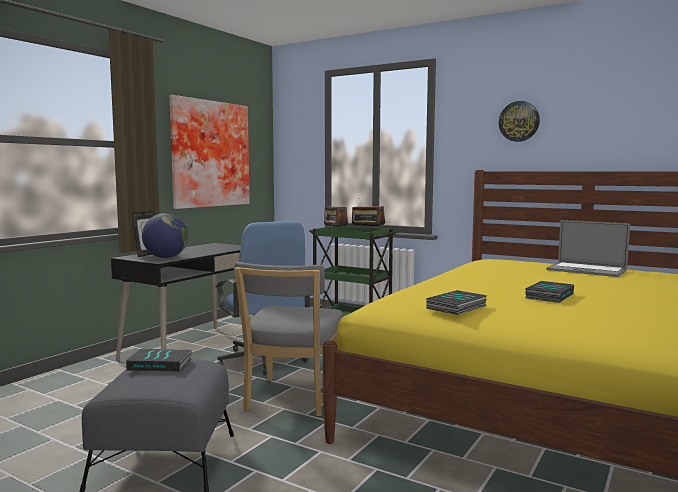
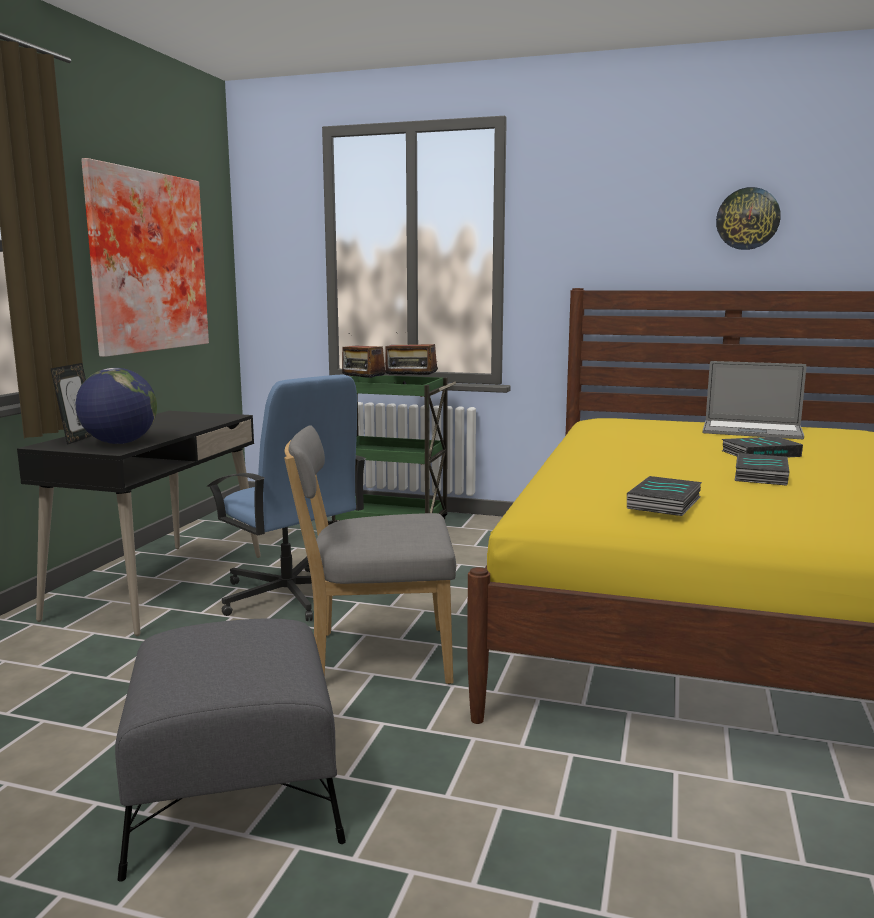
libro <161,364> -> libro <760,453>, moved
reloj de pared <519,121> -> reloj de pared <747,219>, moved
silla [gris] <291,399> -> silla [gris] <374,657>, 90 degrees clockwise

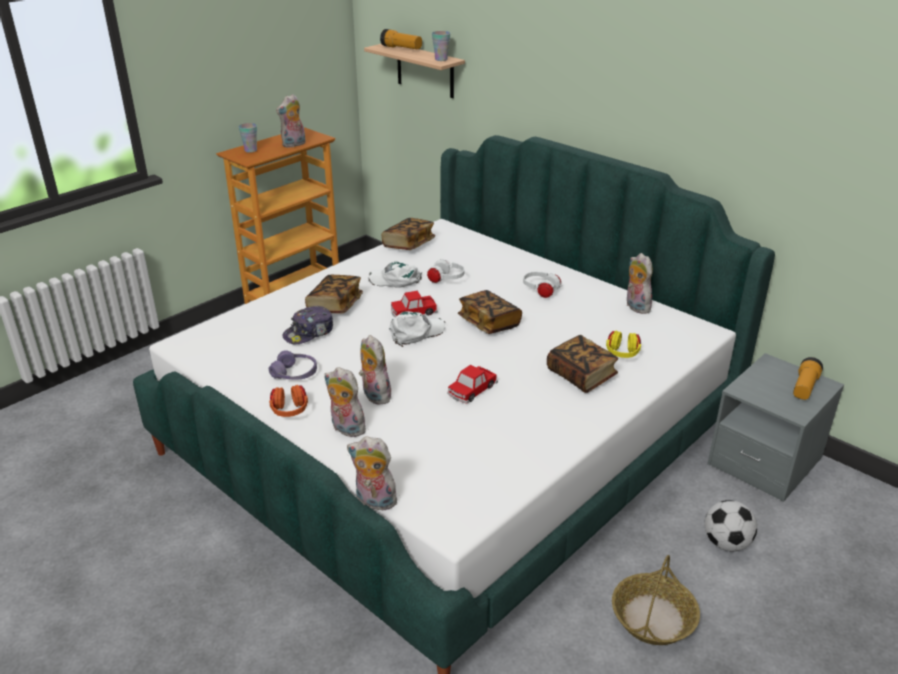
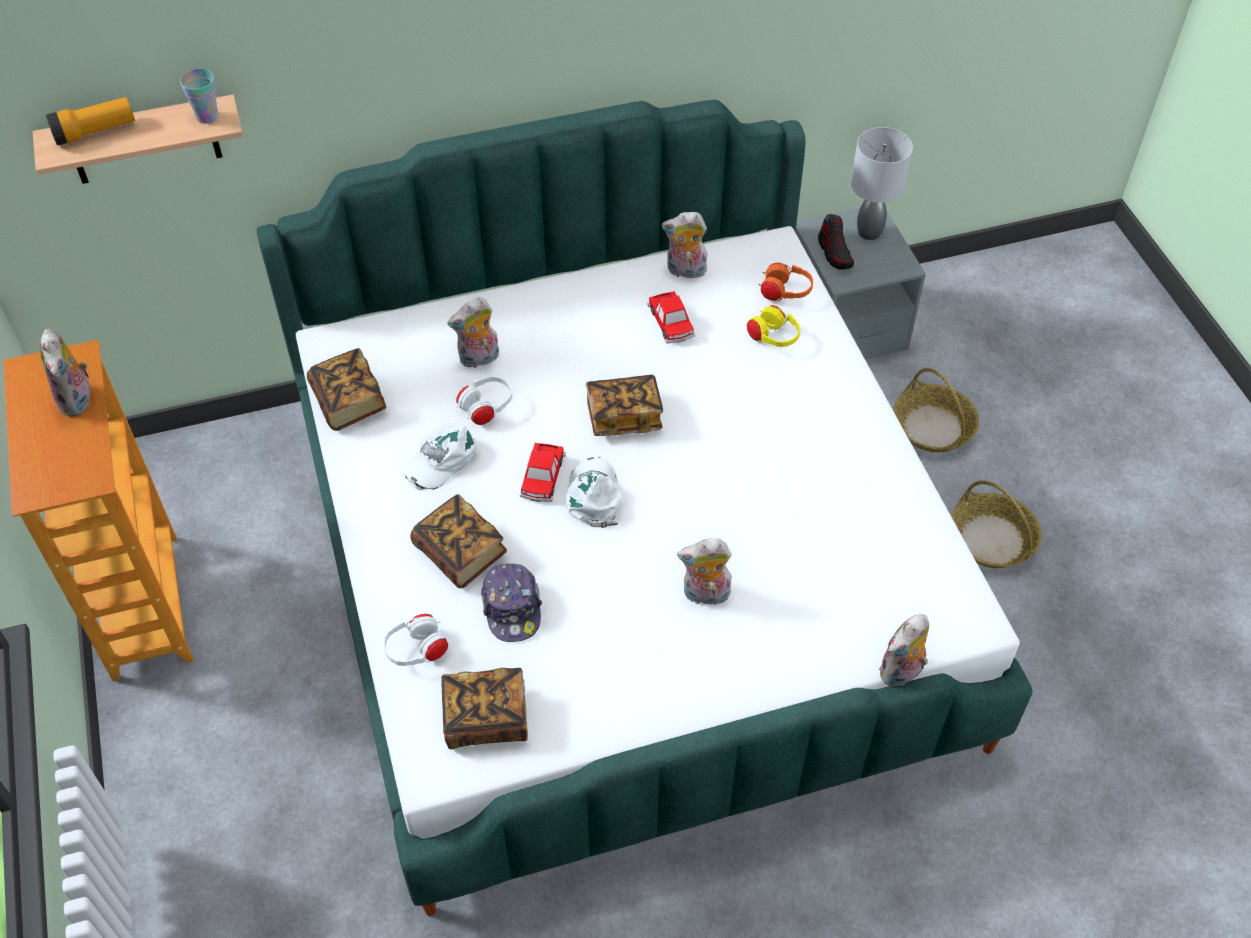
taza <250,150> -> none
auriculares [morado] <295,373> -> none
none -> zapato <835,253>
auriculares [naranja] <290,412> -> auriculares [naranja] <785,293>, moved
peluche <345,429> -> peluche <479,359>, moved
coche de juguete <472,390> -> coche de juguete <671,323>, moved
auriculares [blanco] <541,292> -> auriculares [blanco] <417,650>, moved
libro <581,375> -> libro <486,719>, moved
balón de fútbol <726,543> -> cesta <933,427>
linterna <804,387> -> lámpara de mesa [gris] <869,233>

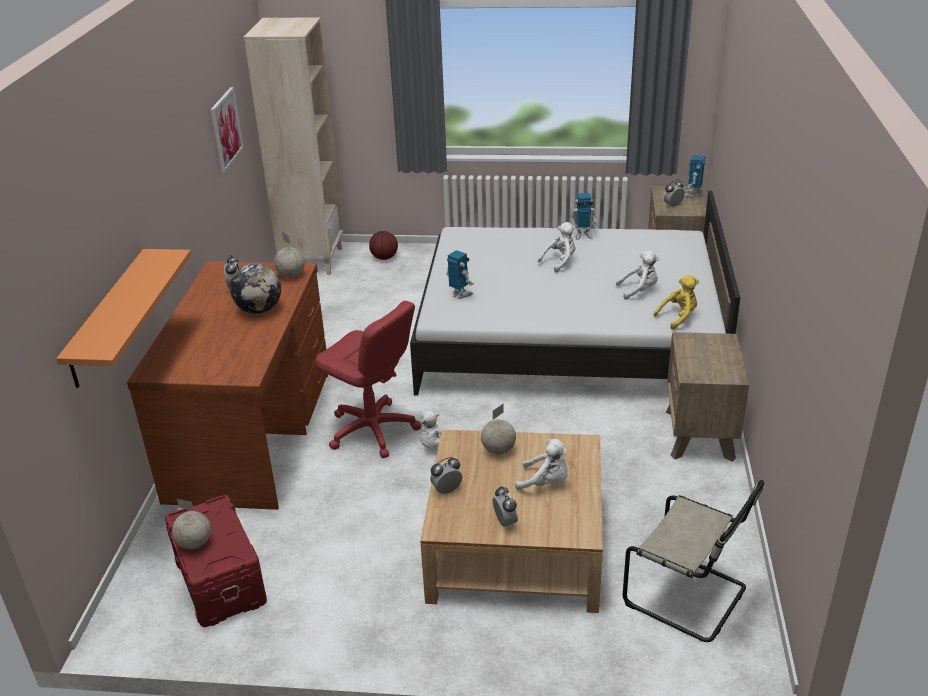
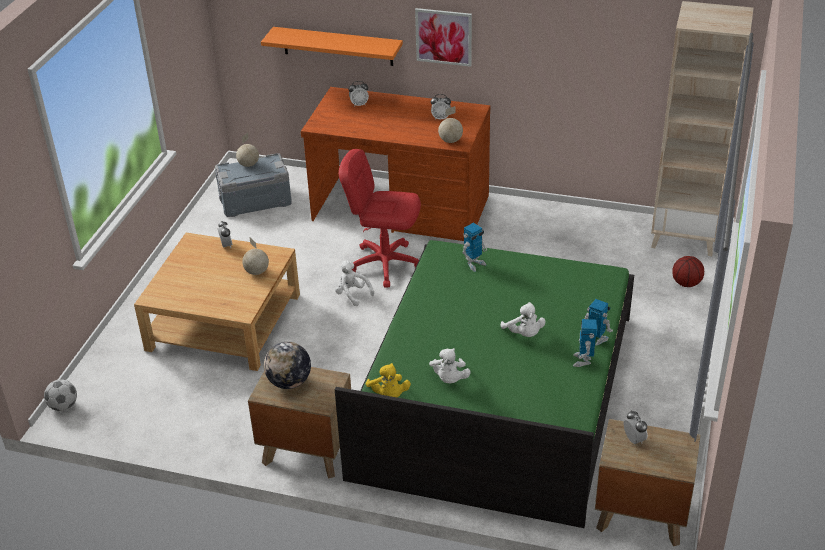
peluche [blanco] <545,482> -> none
silla [beis] <689,597> -> none
none -> balón de fútbol <63,406>
cuadro <226,129> -> cuadro <443,37>, moved
globo terráqueo <259,310> -> globo terráqueo <289,382>, moved
despertador <505,522> -> despertador <359,104>, moved
robot de juguete <692,195> -> robot de juguete <596,340>, moved
caja de almacenaje [rojo] <219,581> -> caja de almacenaje [gris] <255,200>
cama [blanco] <569,336> -> cama [verde] <496,394>
silla de oficina [rojo] <372,430> -> silla de oficina [rojo] <385,264>, 60 degrees clockwise

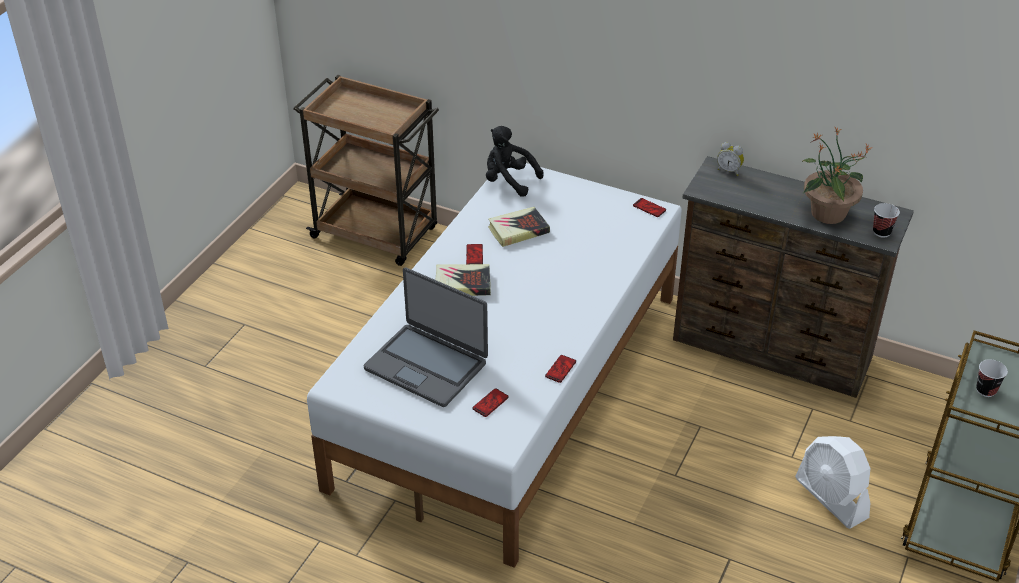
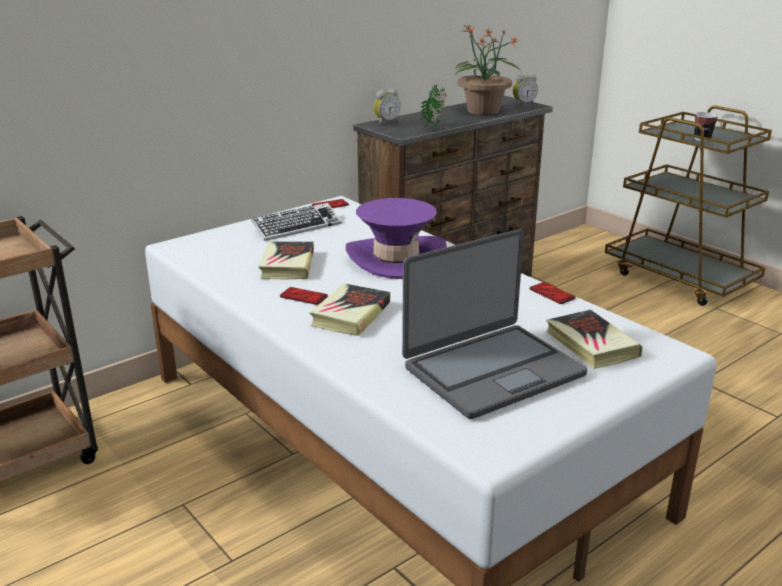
peluche [negro] <509,181> -> none
ventilador [blanco] <831,498> -> none
none -> teclado <296,227>
none -> sombrero [morado] <396,258>
none -> planta en maceta <435,127>
móvil <490,403> -> libro <591,344>
taza <881,232> -> despertador <523,104>

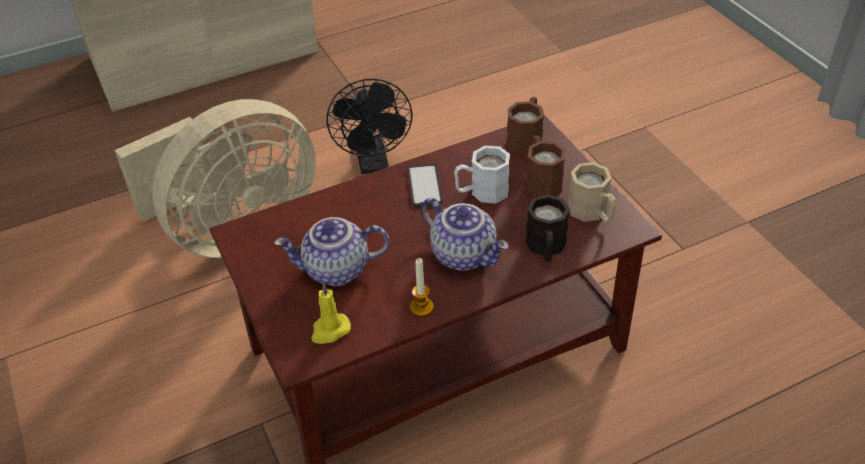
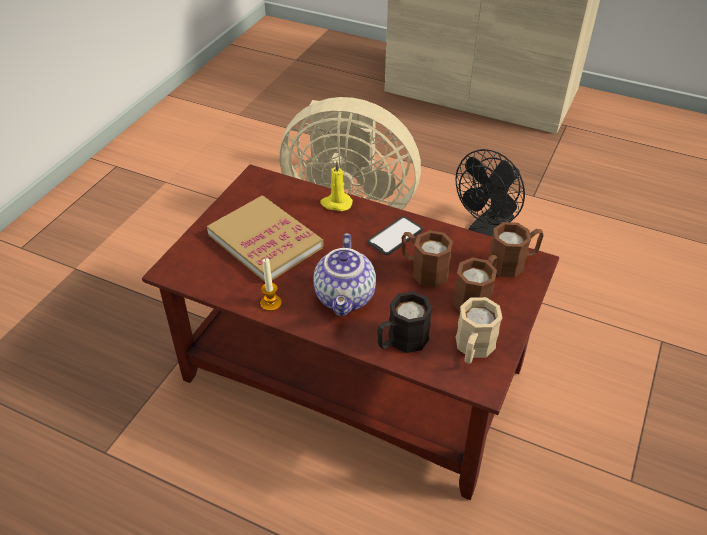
vela [amarillo] <330,330> -> vela [amarillo] <336,203>, moved
tetera <336,271> -> libro <265,241>
taza grande [blanco] <481,192> -> taza grande [marrón] <423,270>

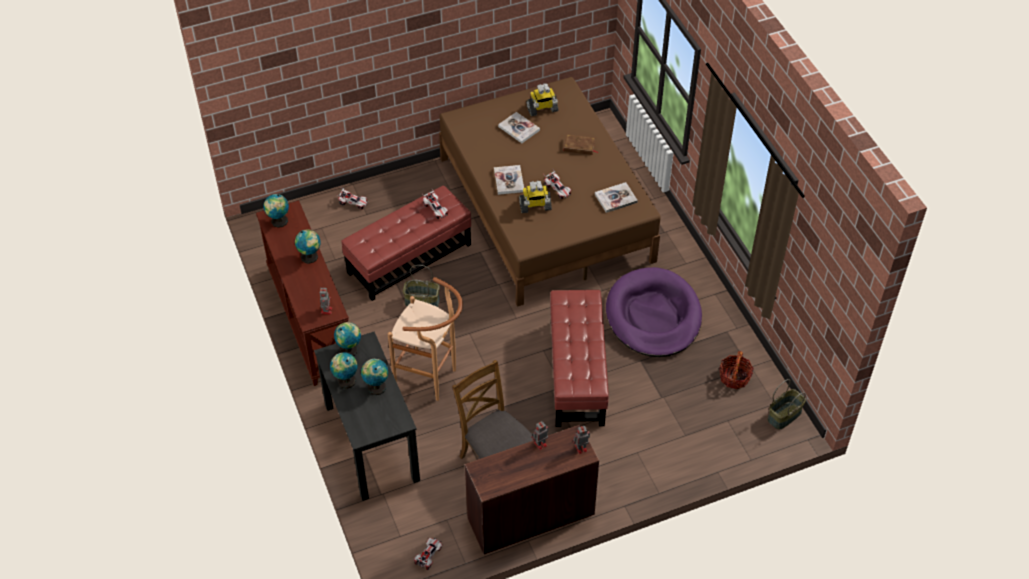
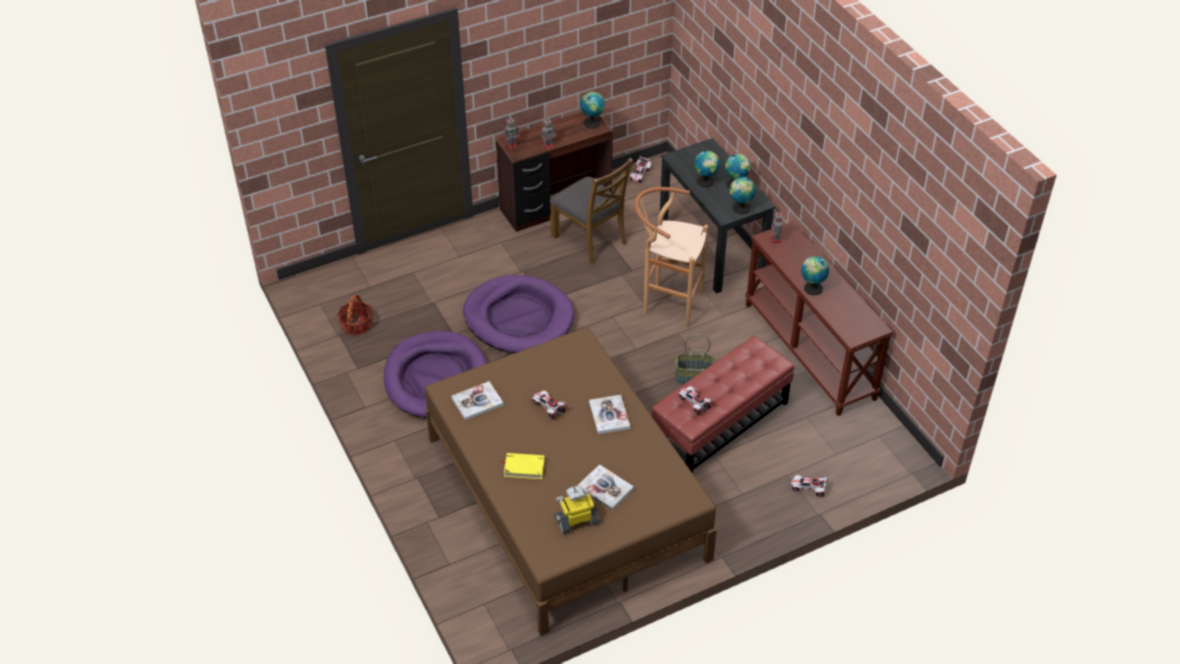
robot de juguete <535,206> -> none
cesta <784,415> -> none
globo terráqueo <279,222> -> globo terráqueo <592,122>, moved
puf [rojo] <577,373> -> cama para perro [morado] <519,318>
libro [marrón] <579,146> -> libro [amarillo] <524,467>

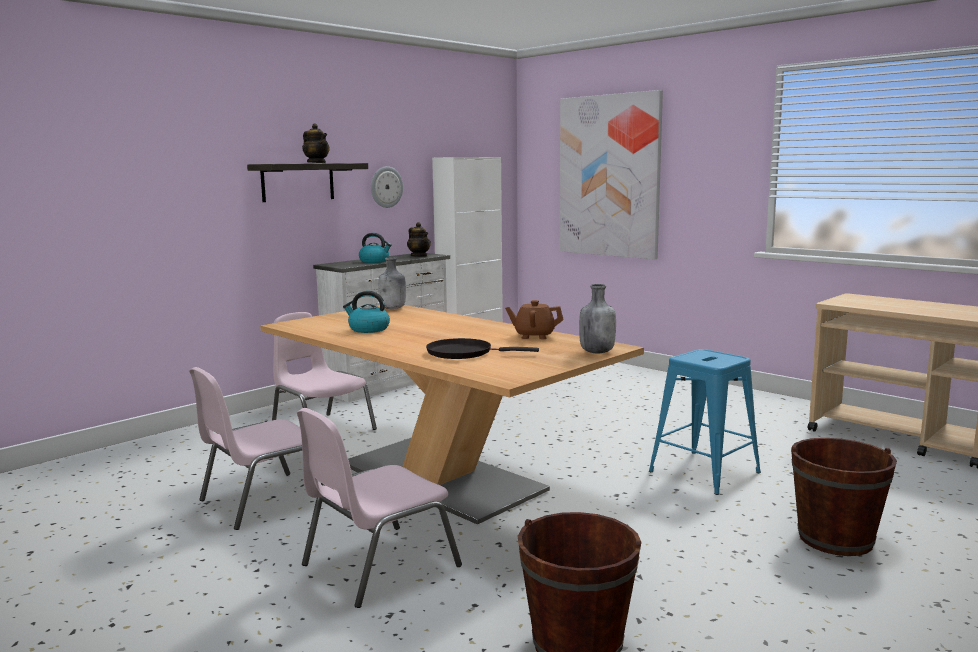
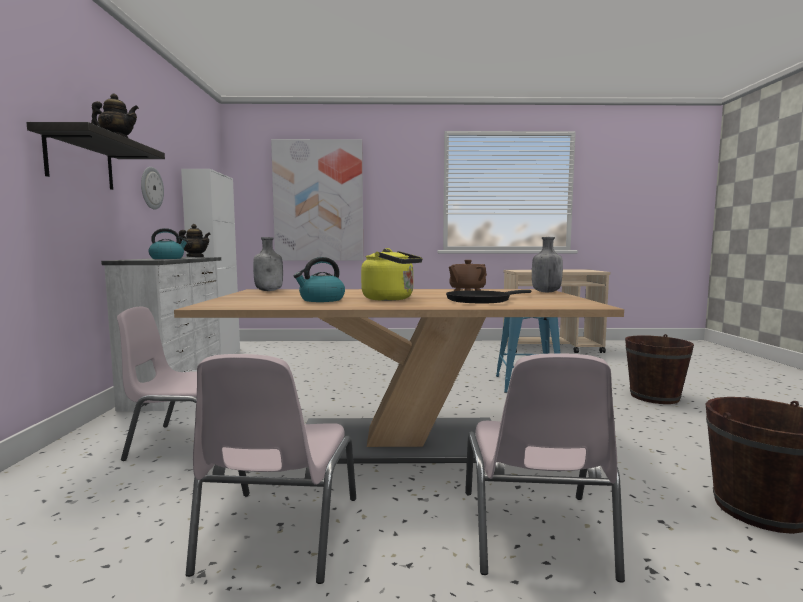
none -> hervidor [amarillo] <391,299>

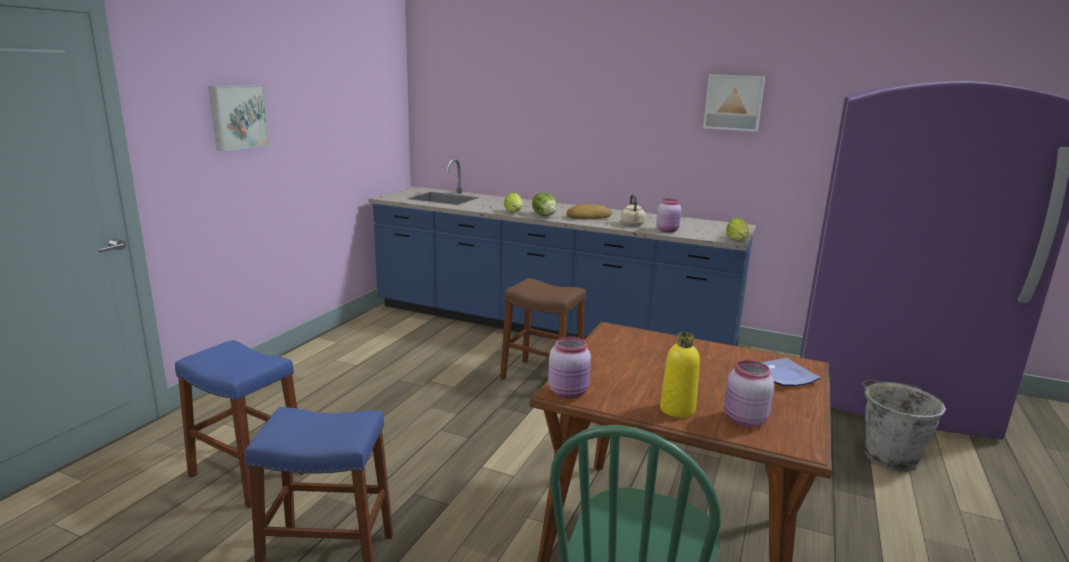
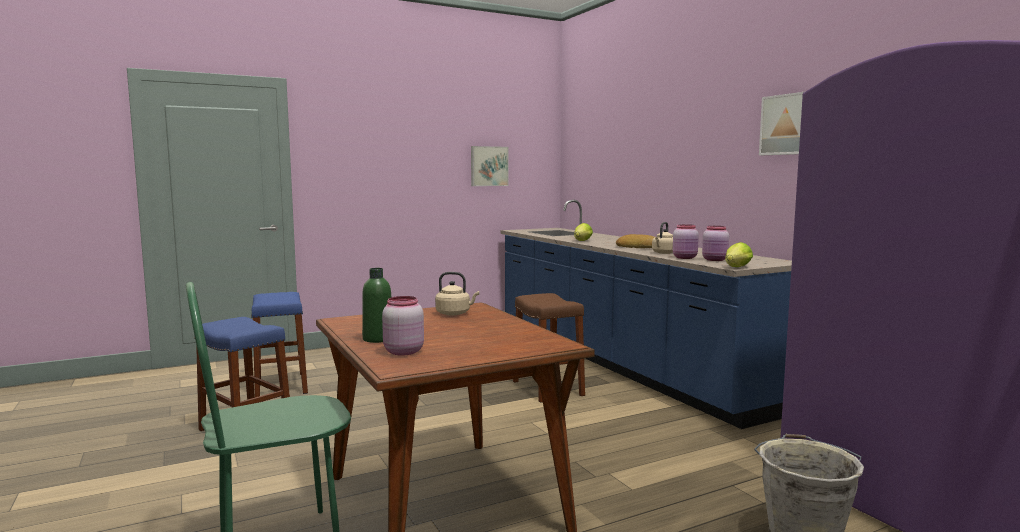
lechuga <545,215> -> none
plato <785,376> -> none
none -> hervidor [beis] <455,313>
cuadro <237,117> -> cuadro <488,166>, moved
tarro [rosa] <569,393> -> tarro [rosa] <715,260>, moved
botella [amarillo] <677,409> -> botella [verde] <378,339>

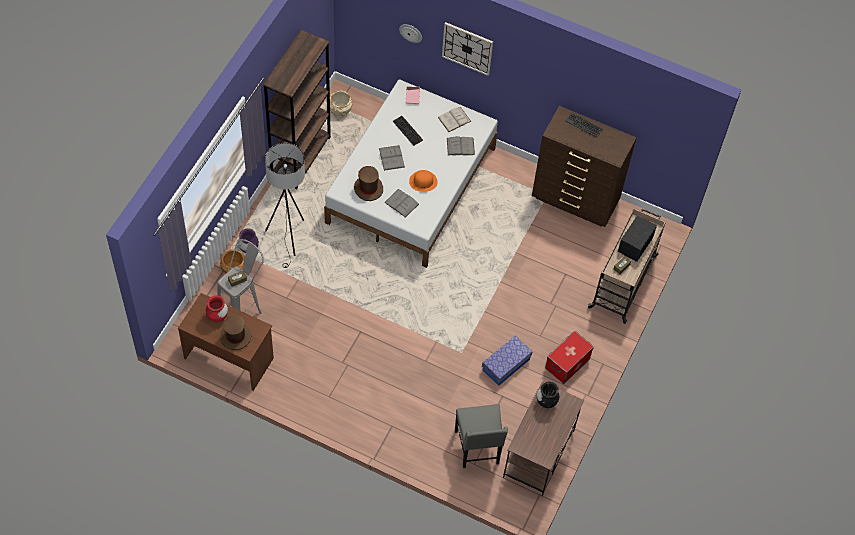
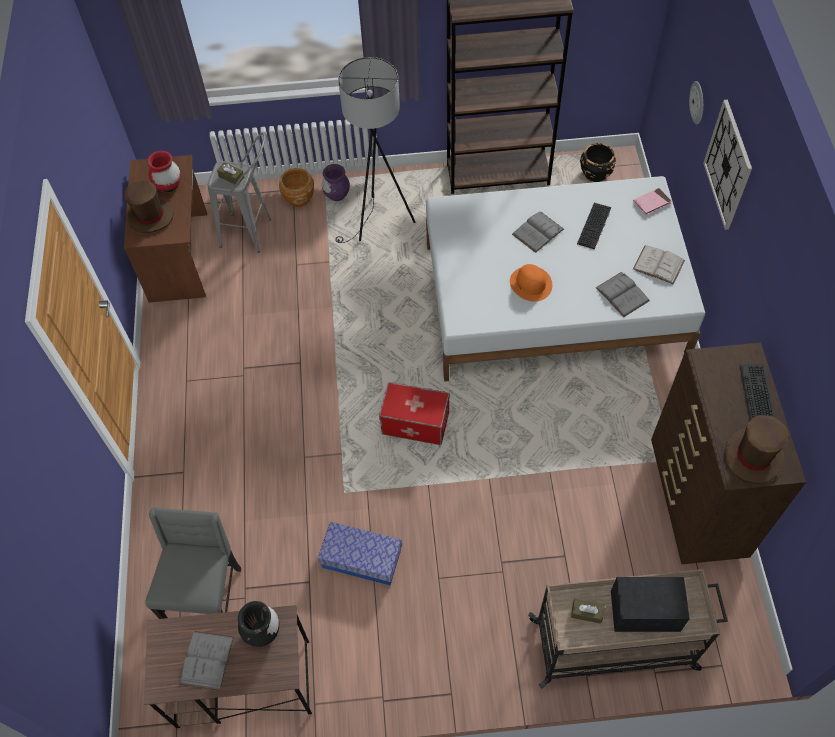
sombrero [marrón] <368,188> -> sombrero [marrón] <753,456>, moved
libro [gris] <401,203> -> libro [gris] <207,660>, moved
caja de almacenaje <567,363> -> caja de almacenaje <415,423>, moved
maceta [beis] <340,110> -> maceta [negro] <595,173>
silla [gris] <478,448> -> silla [gris] <207,596>, 135 degrees clockwise

